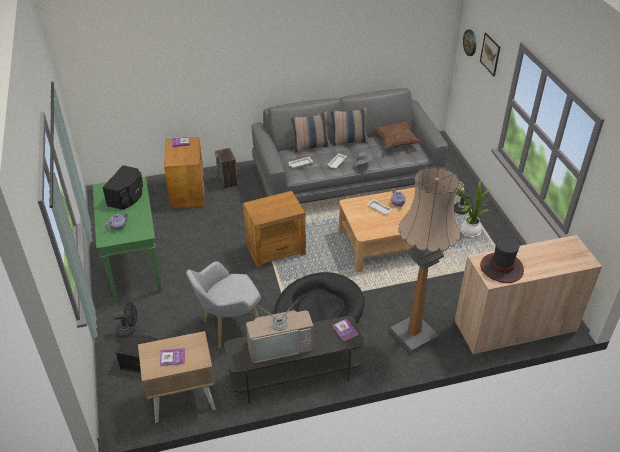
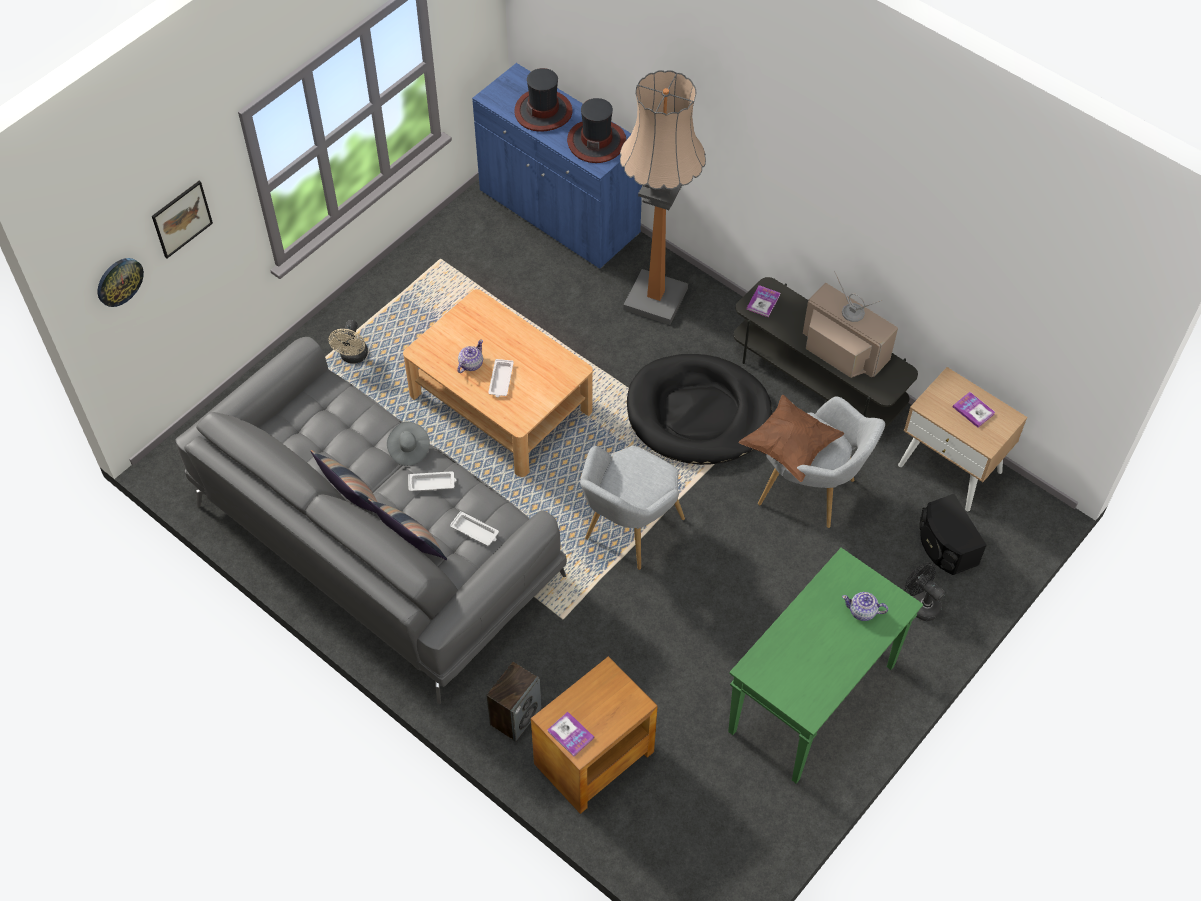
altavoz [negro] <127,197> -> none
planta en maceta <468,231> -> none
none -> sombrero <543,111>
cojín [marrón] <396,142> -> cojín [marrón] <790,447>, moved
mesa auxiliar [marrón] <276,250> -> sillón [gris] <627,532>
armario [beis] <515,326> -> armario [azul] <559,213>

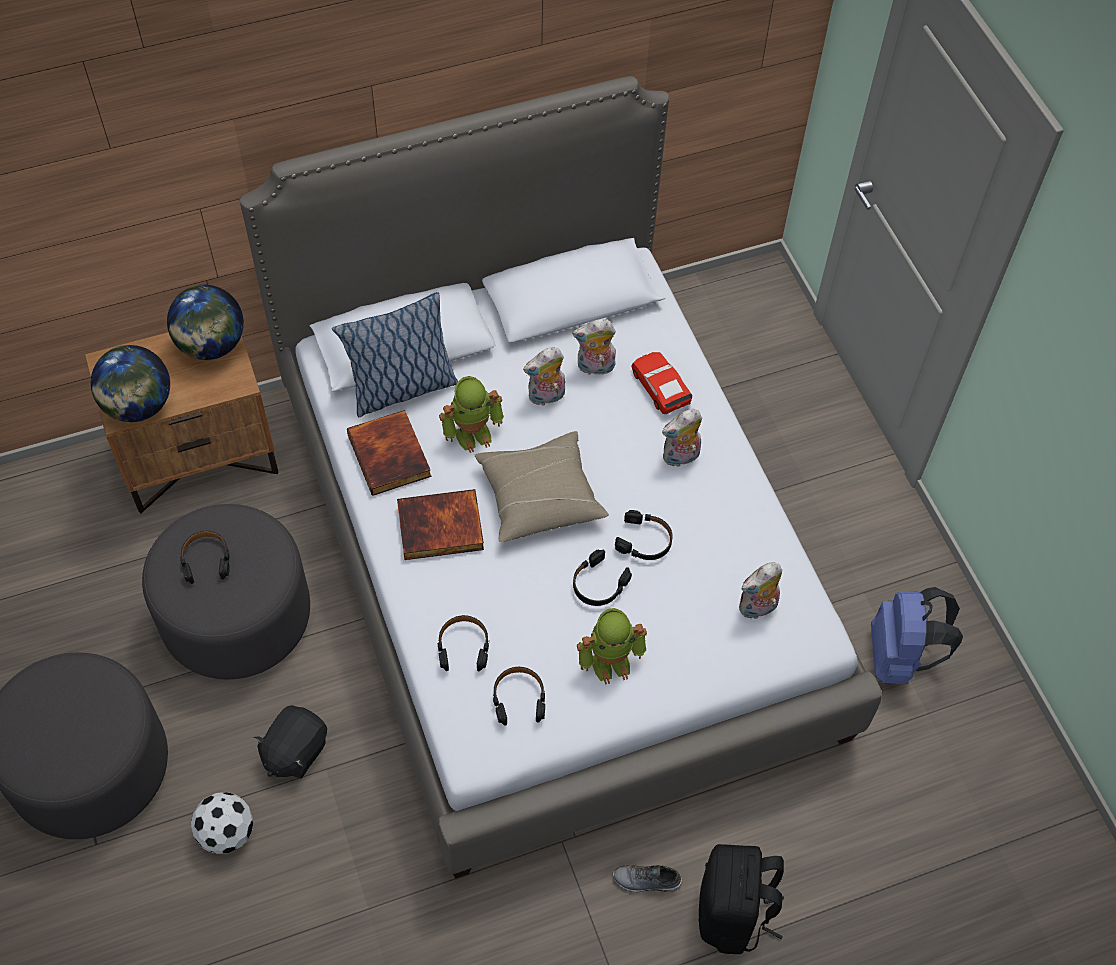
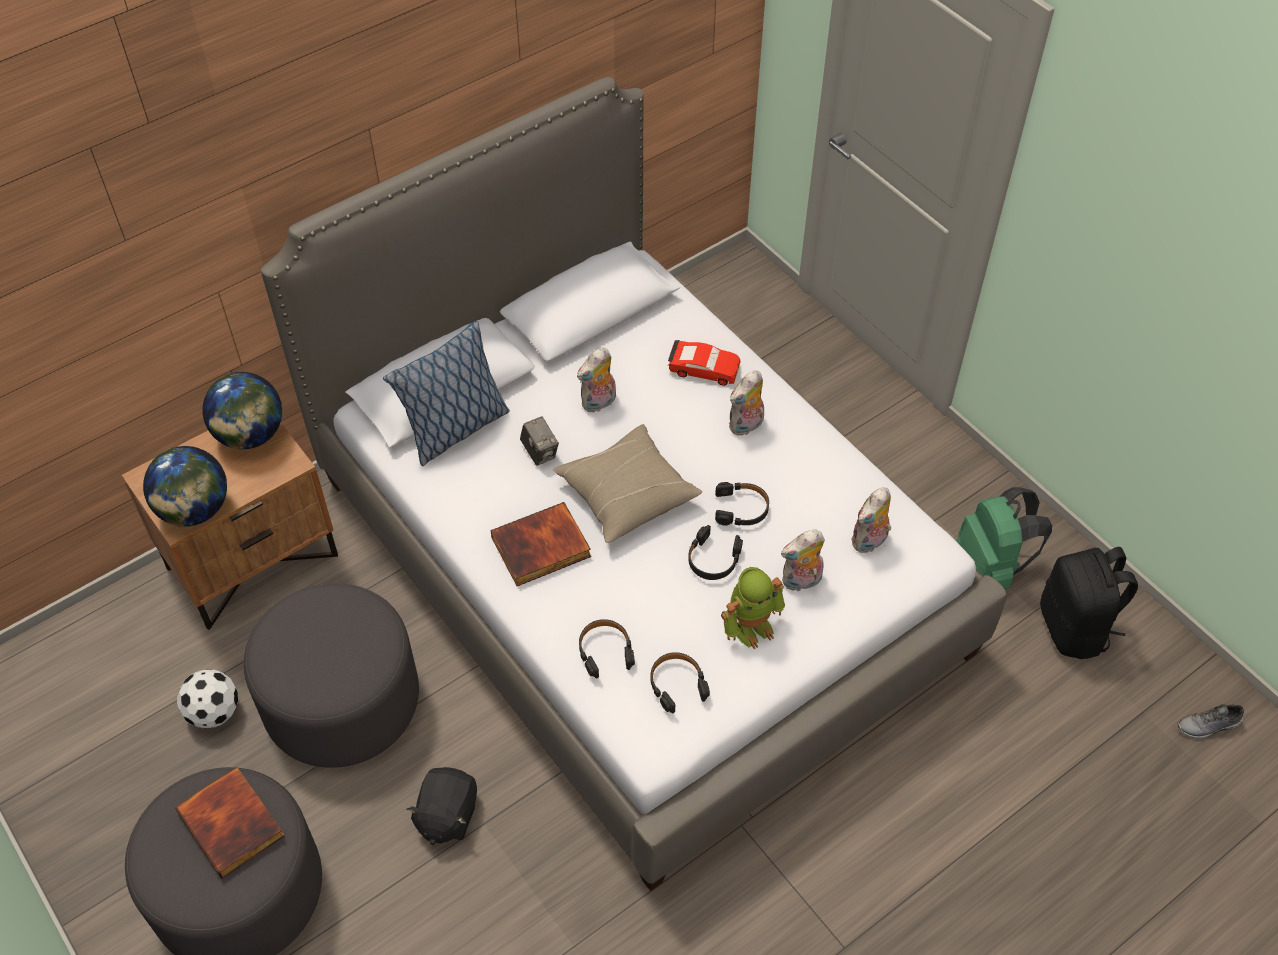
auriculares [negro] <206,559> -> none
balón de fútbol <226,832> -> balón de fútbol <213,712>, moved
libro <391,455> -> libro <233,823>, moved
peluche <595,367> -> peluche <801,582>, moved
zapato [gris] <646,881> -> zapato [gris] <1208,726>, moved
mochila [negro] <733,913> -> mochila [negro] <1075,628>, moved
robot de juguete <472,432> -> cámara <540,452>
mochila [azul] <900,657> -> mochila [verde] <991,568>
coche de juguete [rojo] <660,387> -> coche de juguete [rojo] <704,368>, 150 degrees clockwise

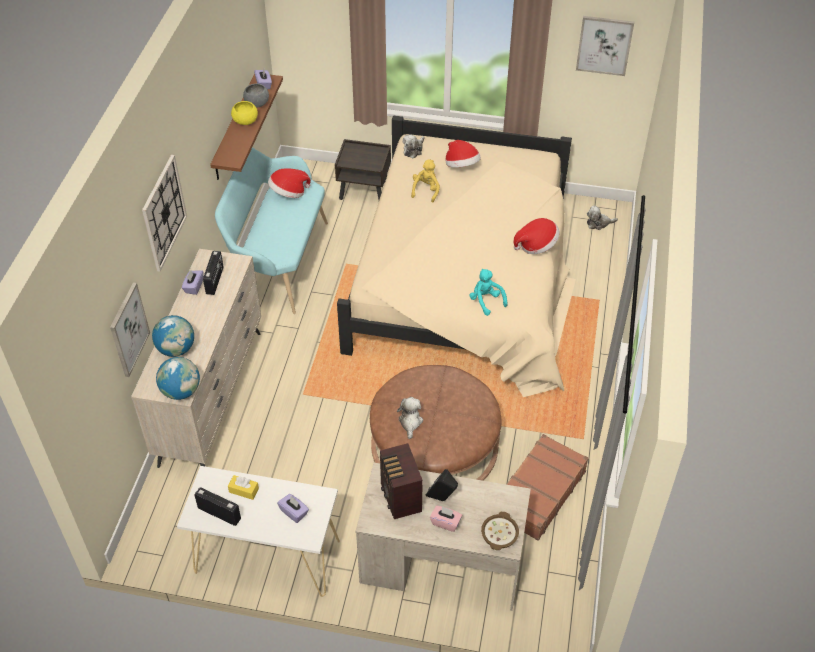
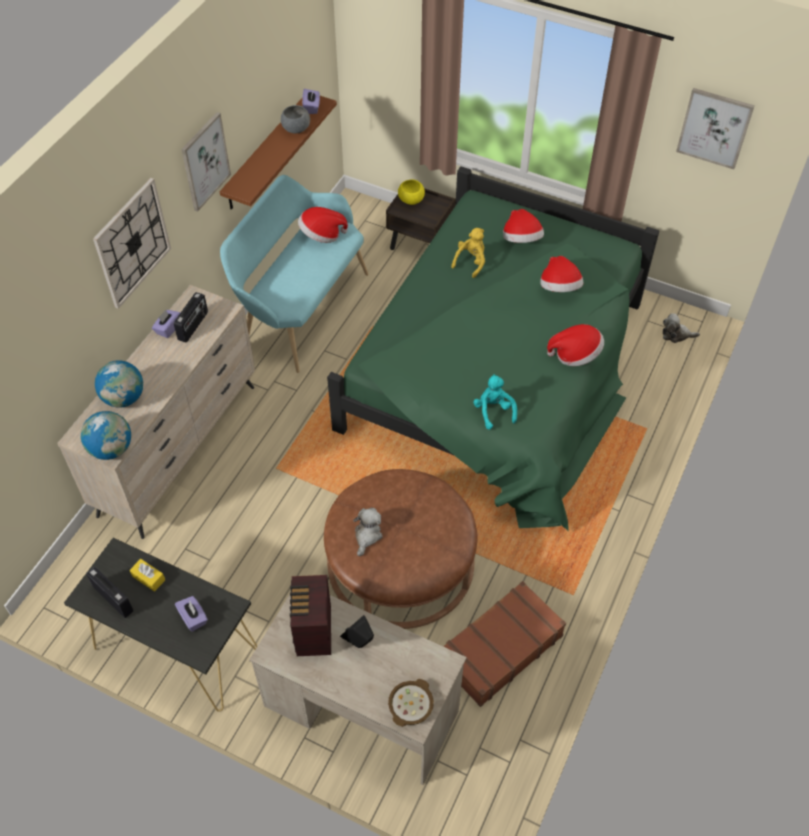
peluche <413,150> -> none
caja de pañuelos [rosa] <445,522> -> none
none -> sombrero <559,288>
cuadro <128,329> -> cuadro <205,161>, moved
cuenco [amarillo] <245,121> -> cuenco [amarillo] <411,200>, moved
mesa consola [blanco] <266,556> -> mesa consola [negro] <175,648>
cama [beis] <465,282> -> cama [verde] <499,374>

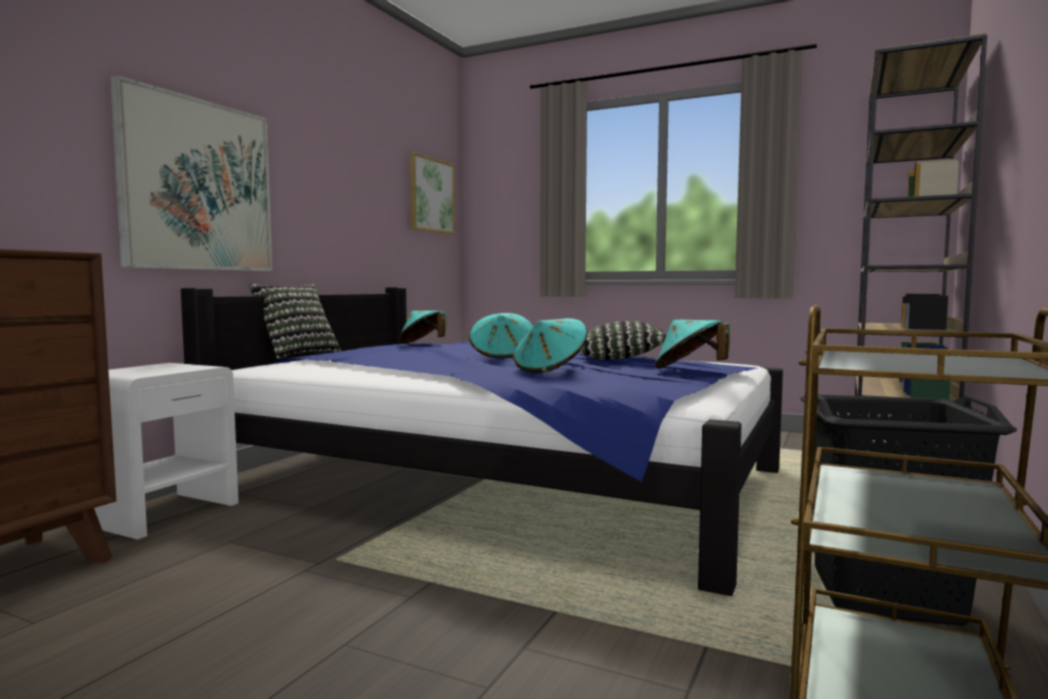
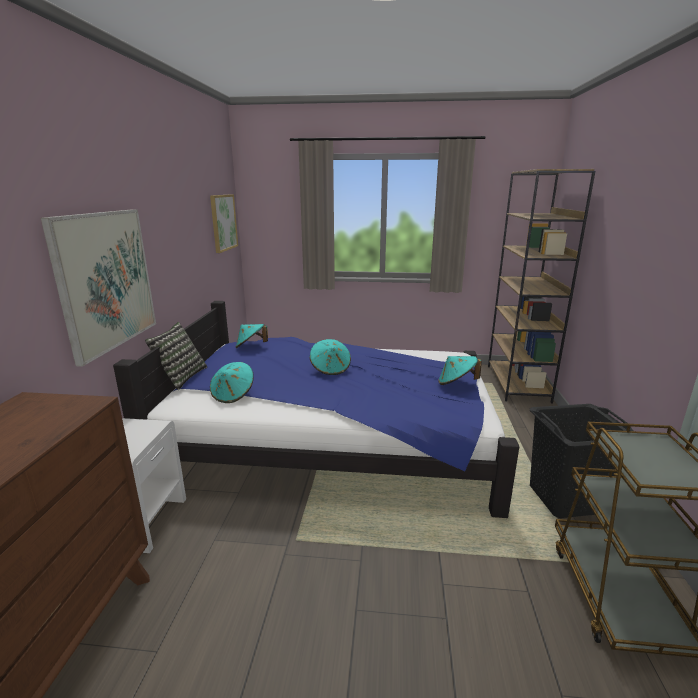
cojín <621,359> -> none
sombrero [turquesa] <550,369> -> sombrero [turquesa] <233,395>, moved

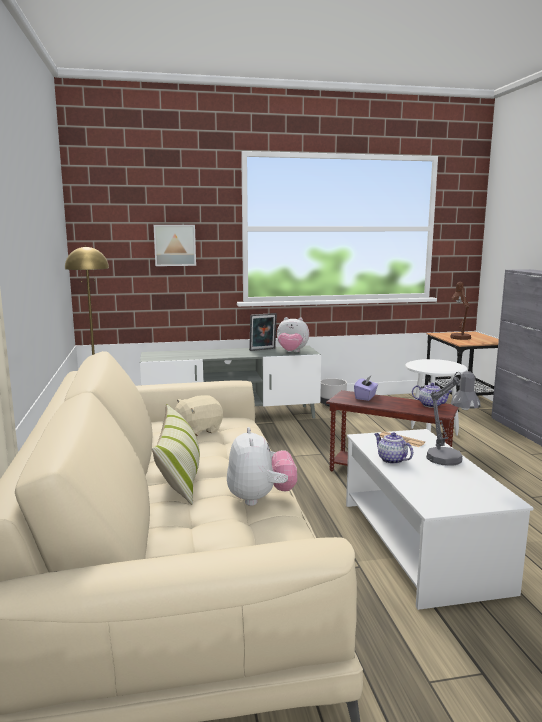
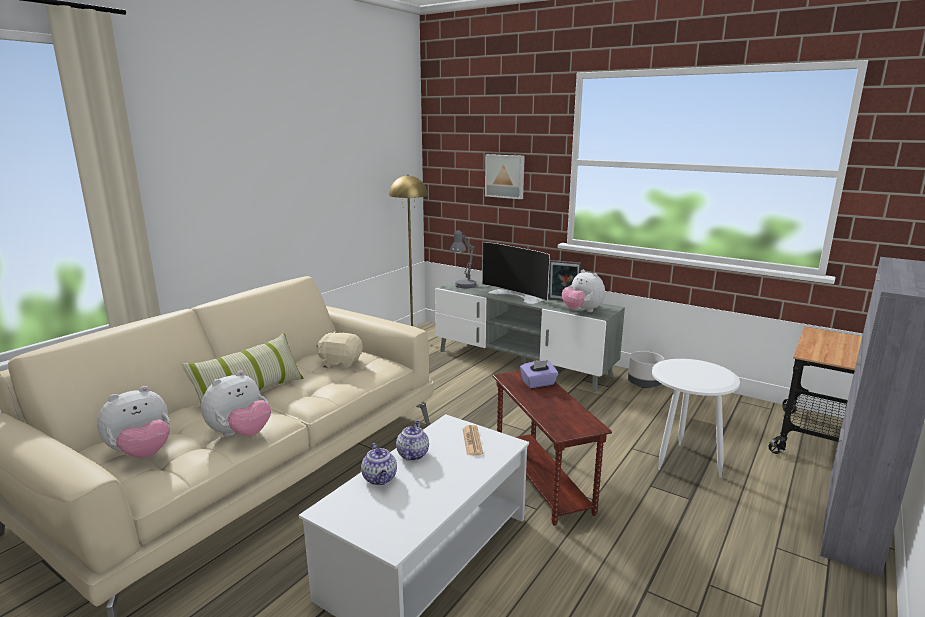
lámpara de mesa [marrón] <459,337> -> none
none -> peluche <142,453>
none -> televisor <517,295>
tetera <431,405> -> tetera <380,479>, moved
lámpara de mesa [gris] <448,461> -> lámpara de mesa [gris] <463,286>, moved

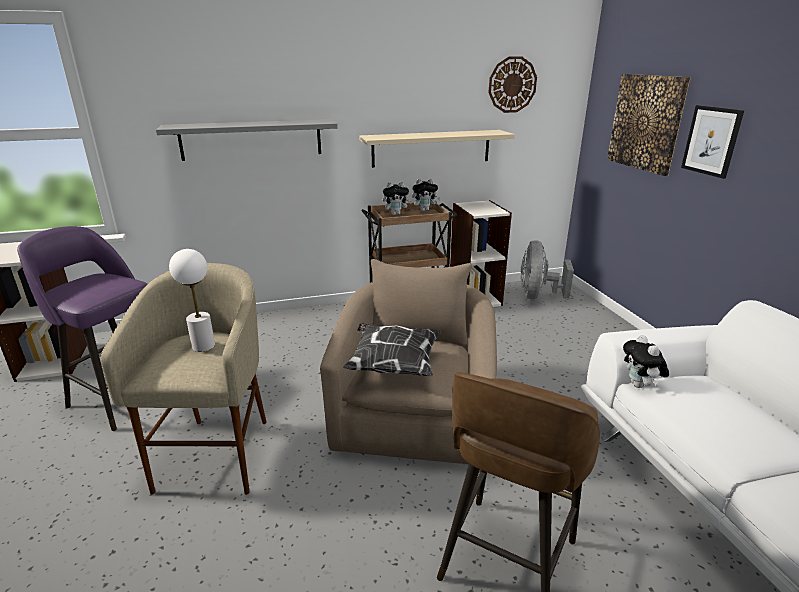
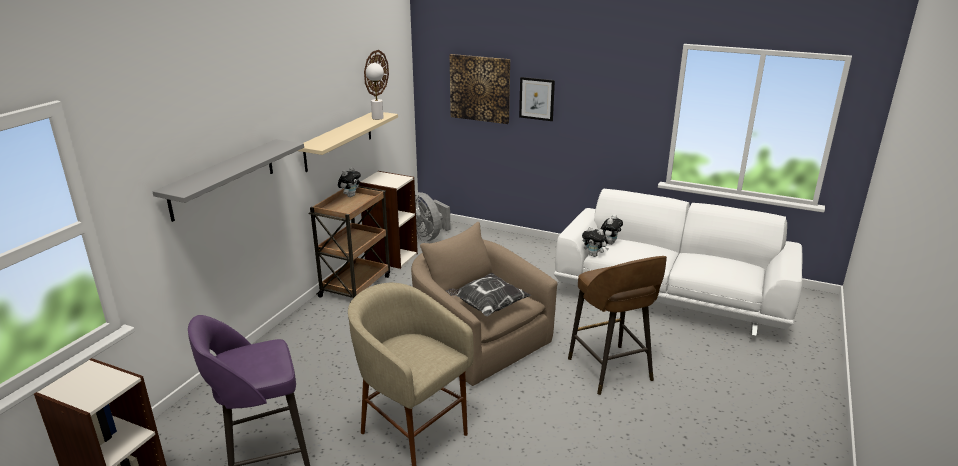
lámpara de mesa [blanco] <203,346> -> lámpara de mesa [blanco] <377,118>, moved
peluche <396,214> -> peluche <609,243>, moved

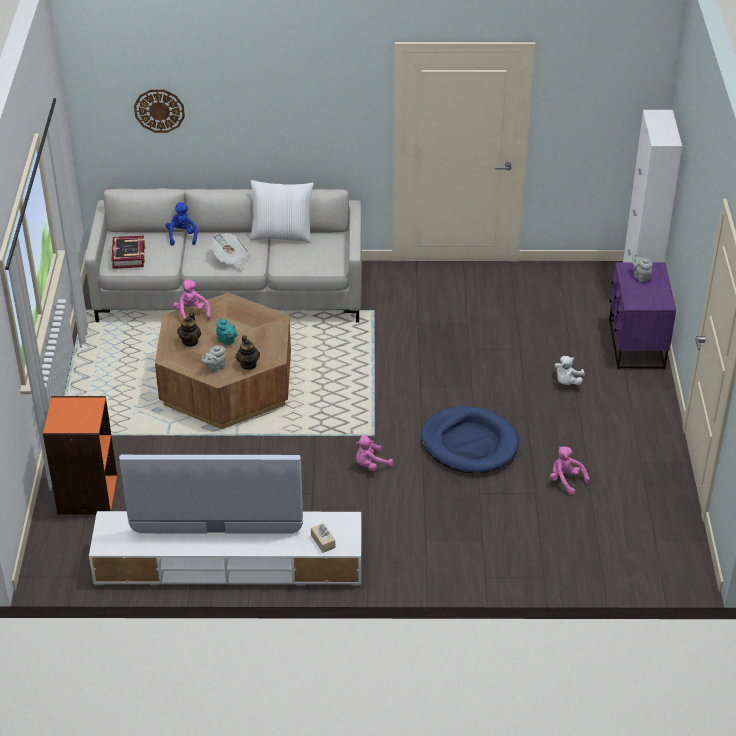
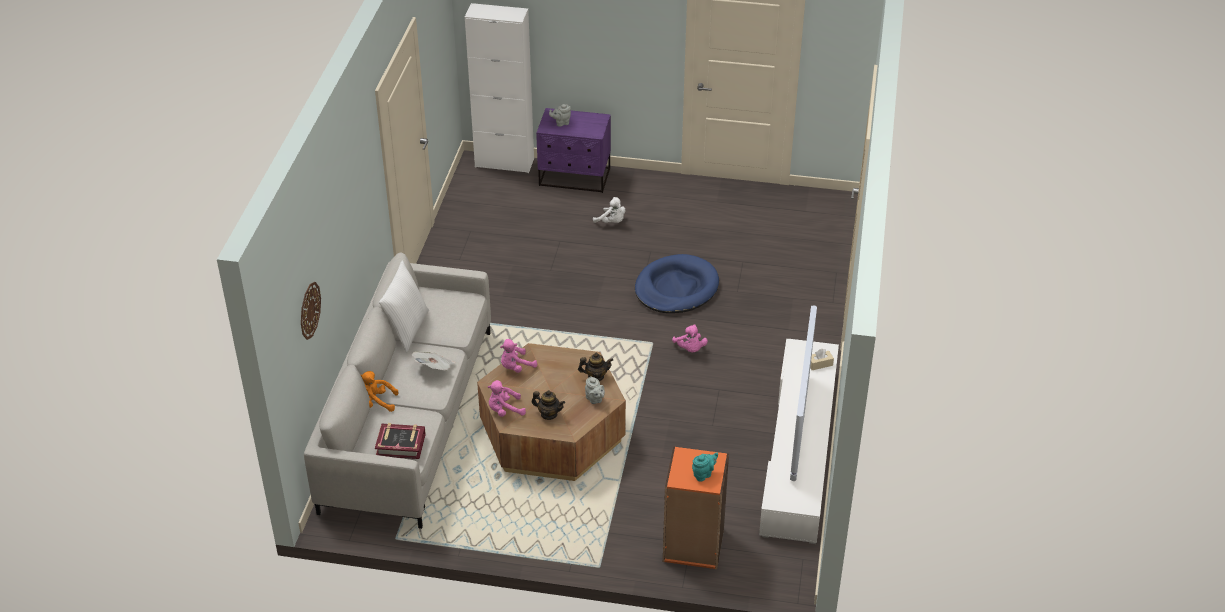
tetera [turquesa] <227,341> -> tetera [turquesa] <703,474>, moved
peluche [rosa] <565,480> -> peluche [rosa] <516,367>, moved
peluche [azul] <182,236> -> peluche [naranja] <377,402>

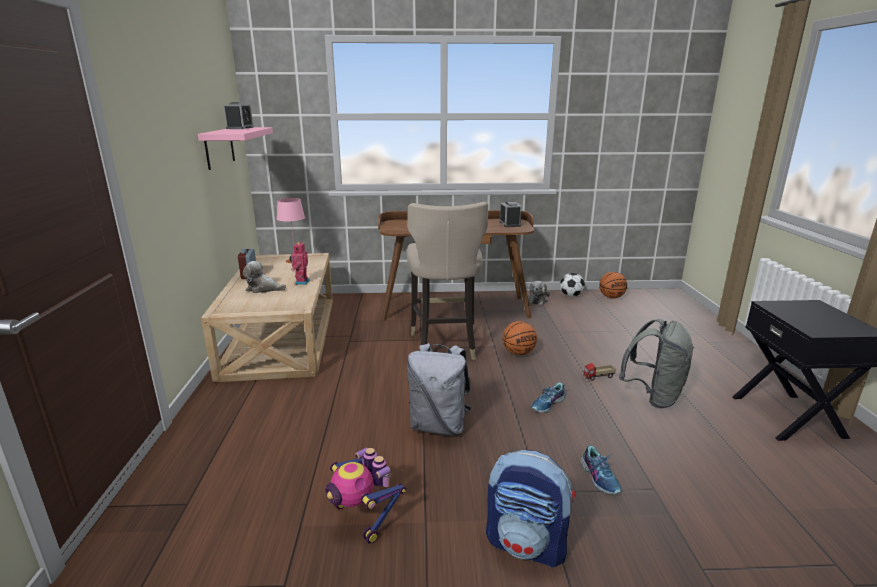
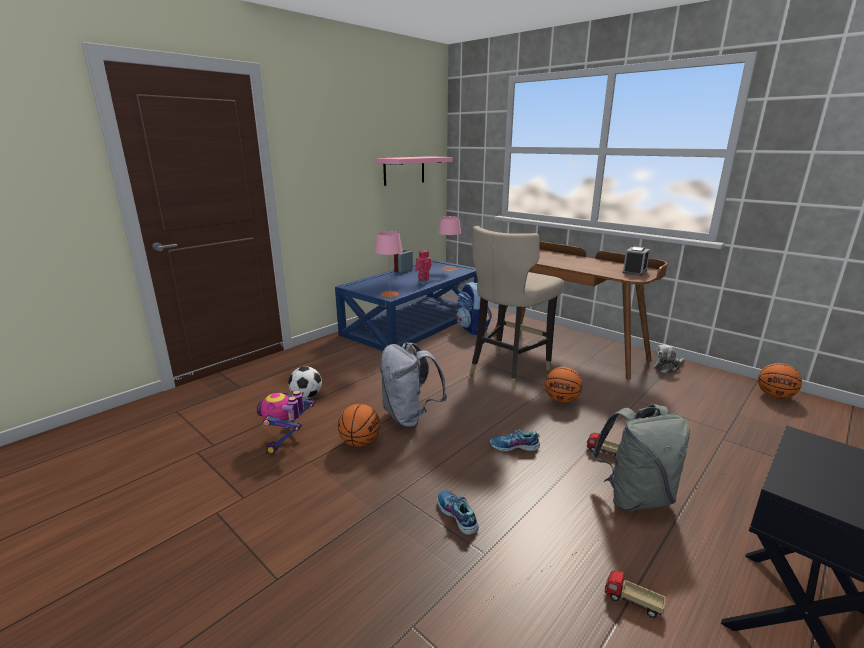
despertador <240,128> -> none
peluche <263,289> -> none
none -> balón de baloncesto <360,442>
none -> lámpara de mesa [rosa] <390,294>
none -> camión de juguete <632,602>
mochila <527,544> -> mochila <472,329>, moved
balón de fútbol <571,296> -> balón de fútbol <306,397>, moved
mesa de centro [beis] <283,335> -> mesa de centro [azul] <414,323>
zapato <600,478> -> zapato <456,516>, 120 degrees clockwise

